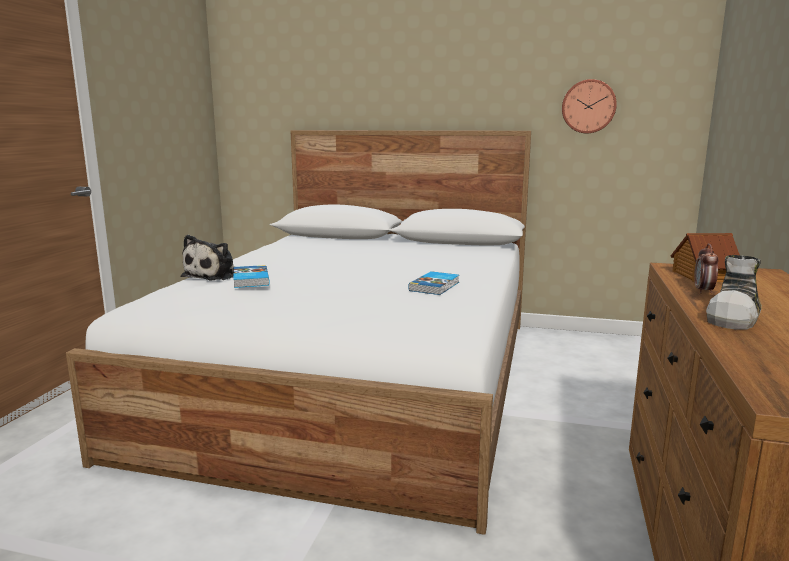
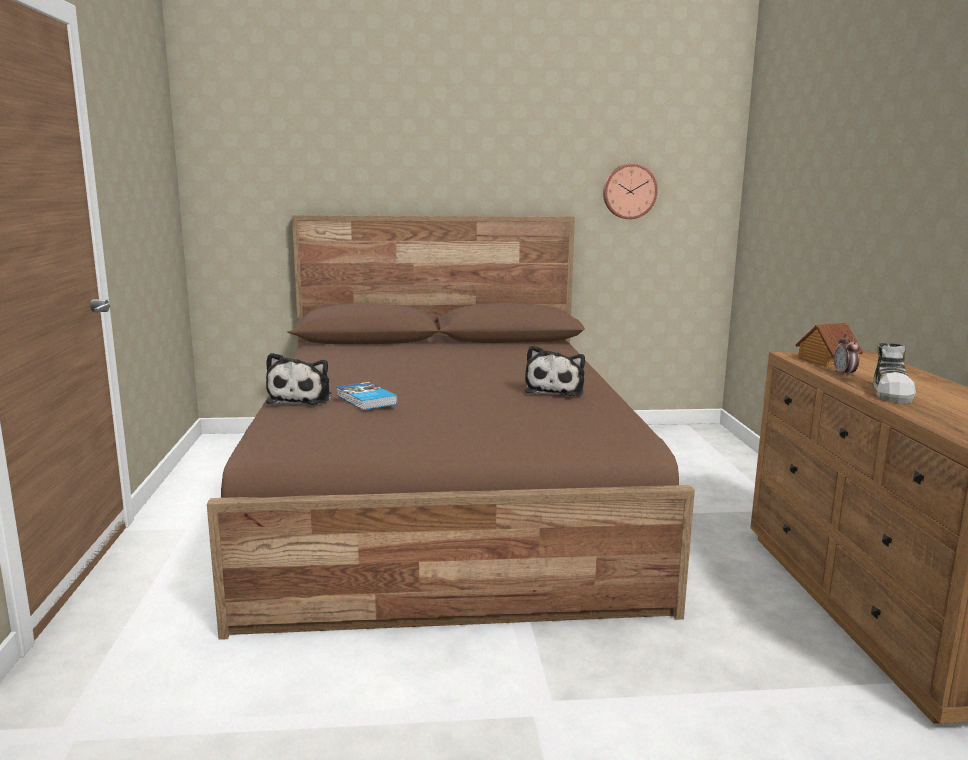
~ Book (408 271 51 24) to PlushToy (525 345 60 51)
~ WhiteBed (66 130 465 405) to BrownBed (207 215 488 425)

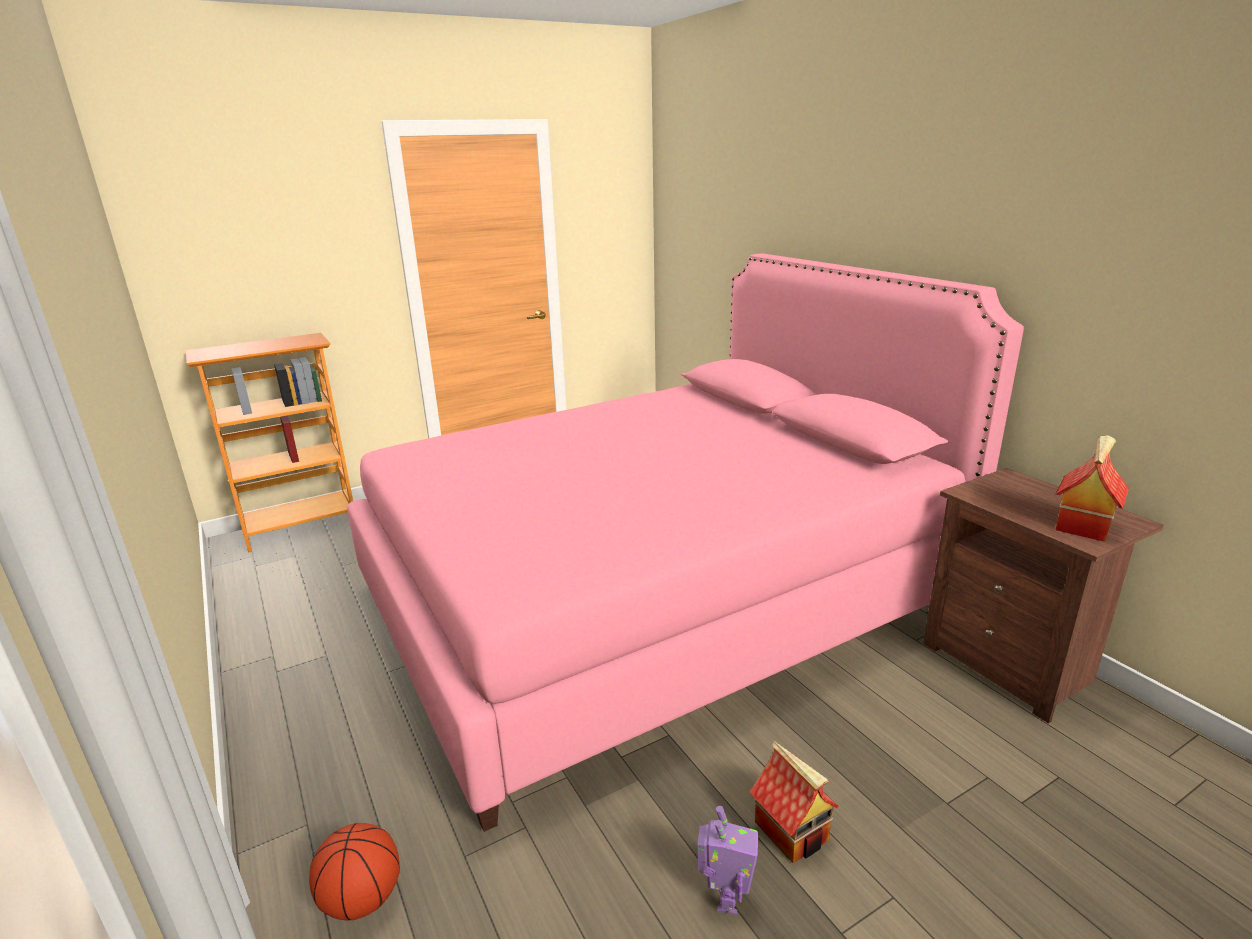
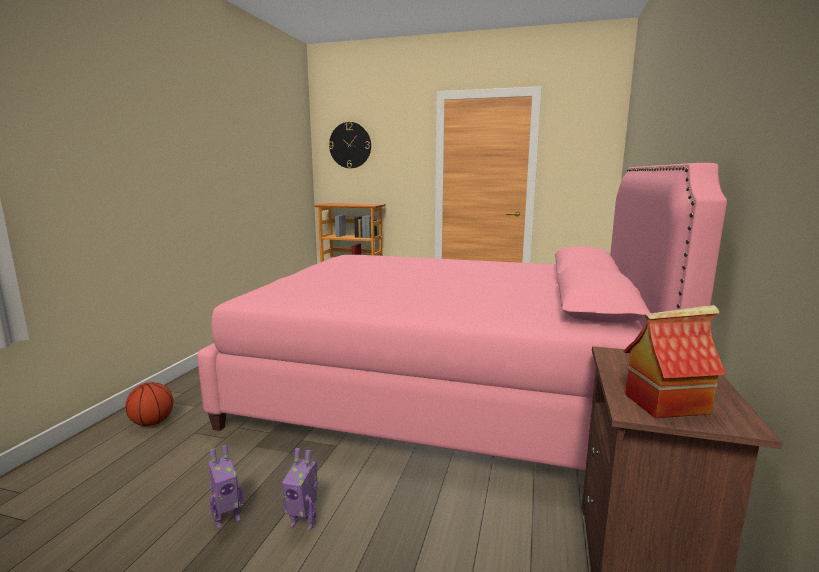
+ WallClock (329 122 42 46)
~ ToyHouse (749 741 90 122) to ToyRobot (282 448 36 83)

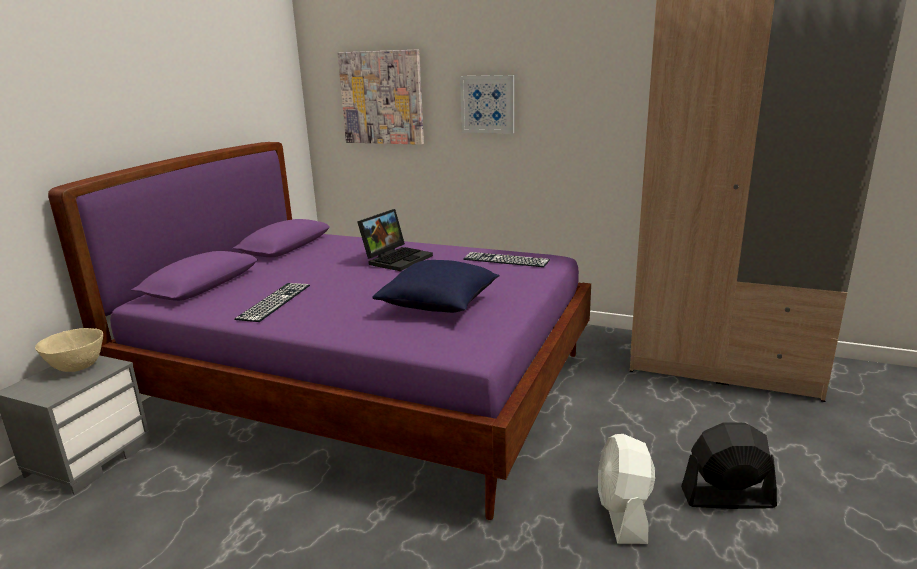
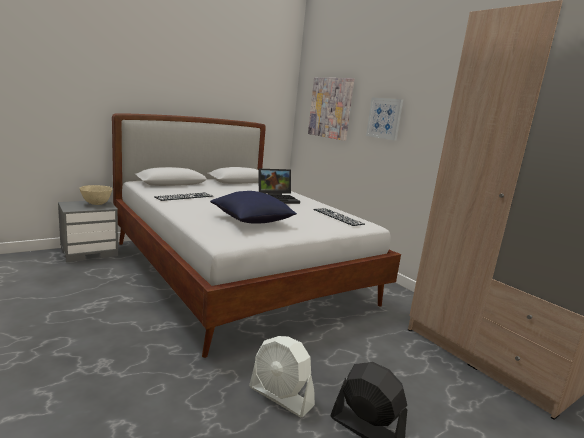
~ PurpleBed (48 142 543 378) to WhiteBed (112 113 289 245)
~ WhiteFan (598 434 57 110) = (249 336 66 81) 90 degrees counterclockwise

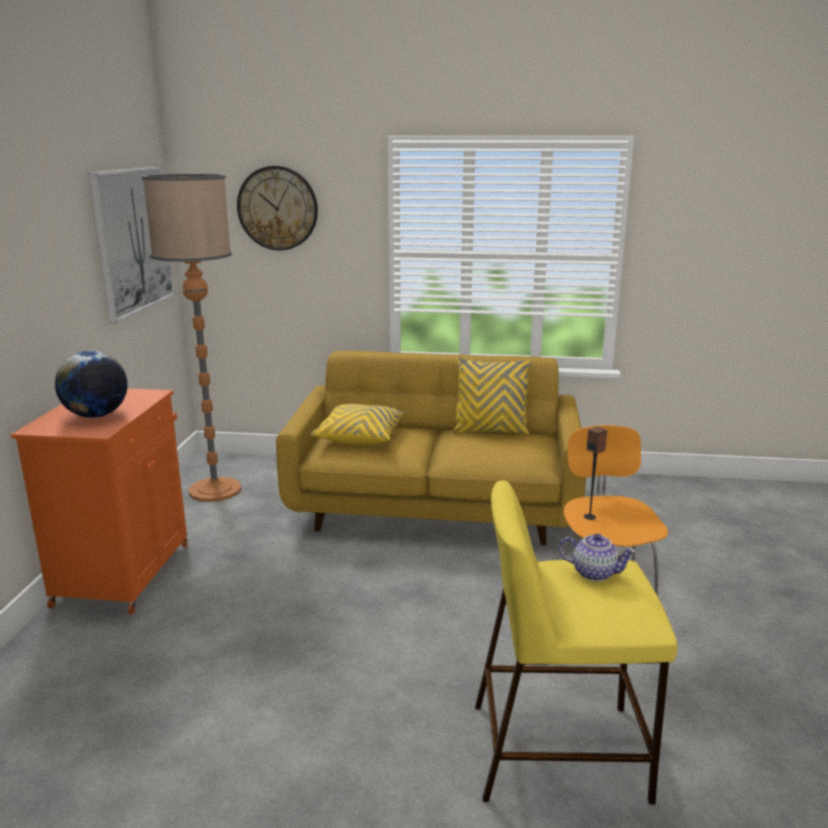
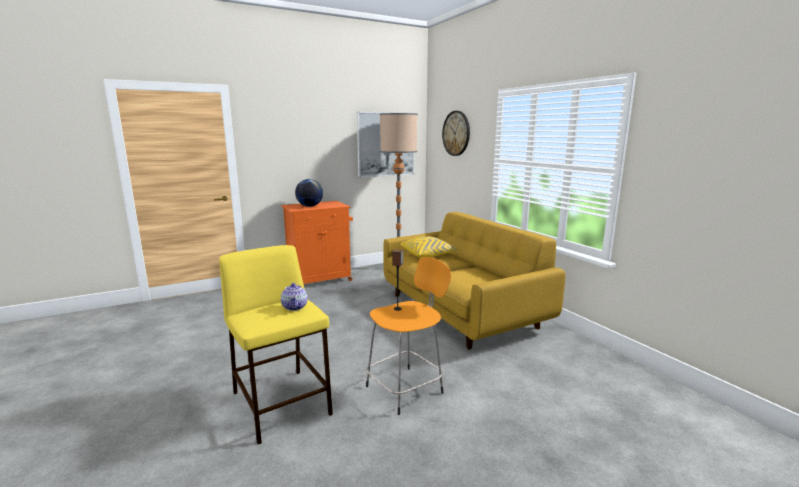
- YellowPillow (452 357 79 78)

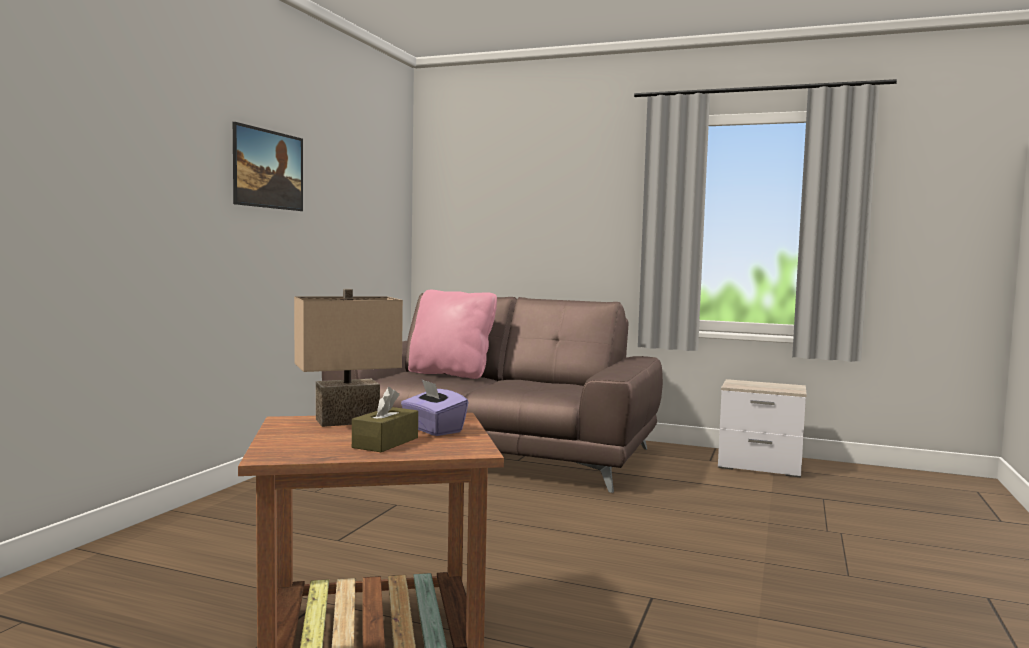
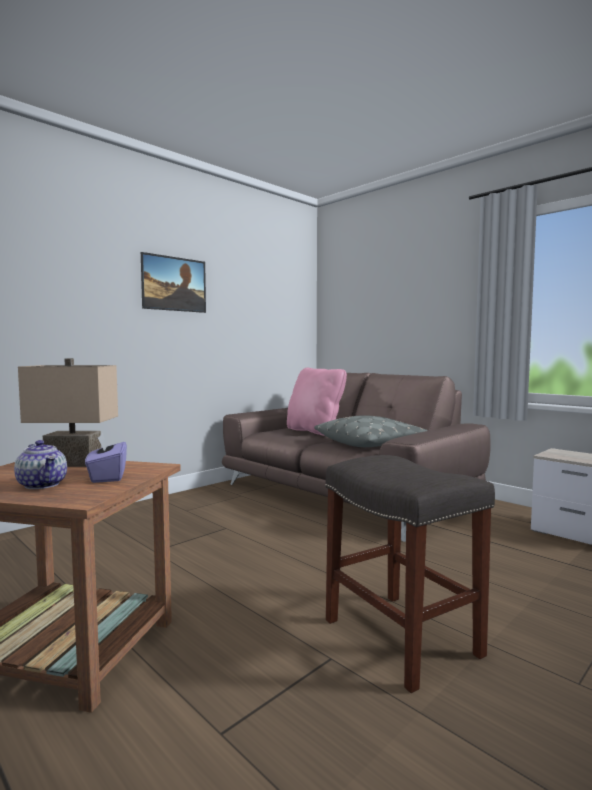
+ GreyPillow (314 416 114 31)
+ GreyStool (325 455 170 238)
~ BrownTissueBox (352 387 66 65) to Teapot (14 440 53 49)

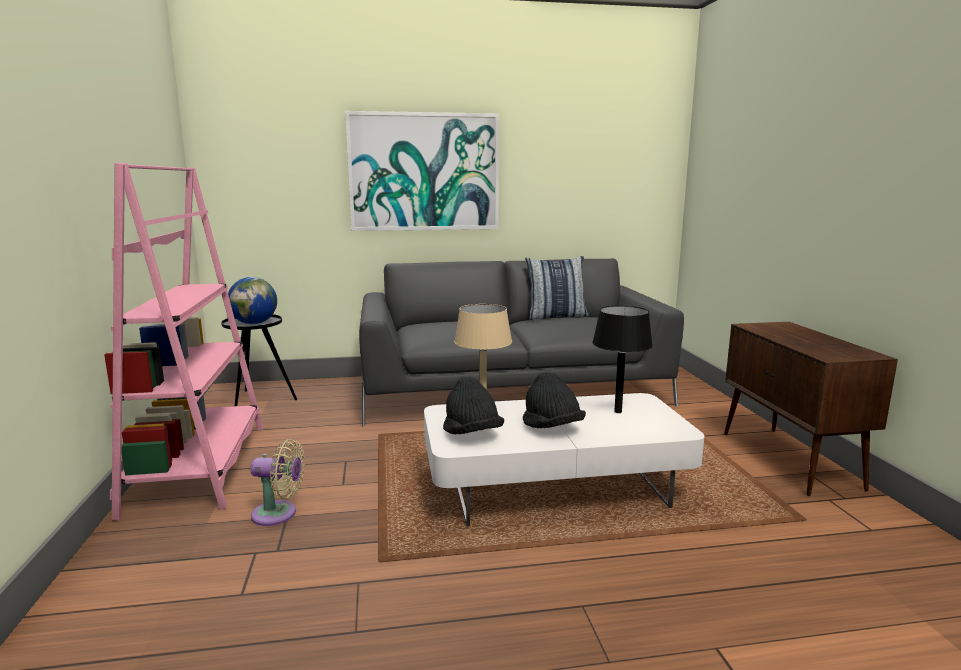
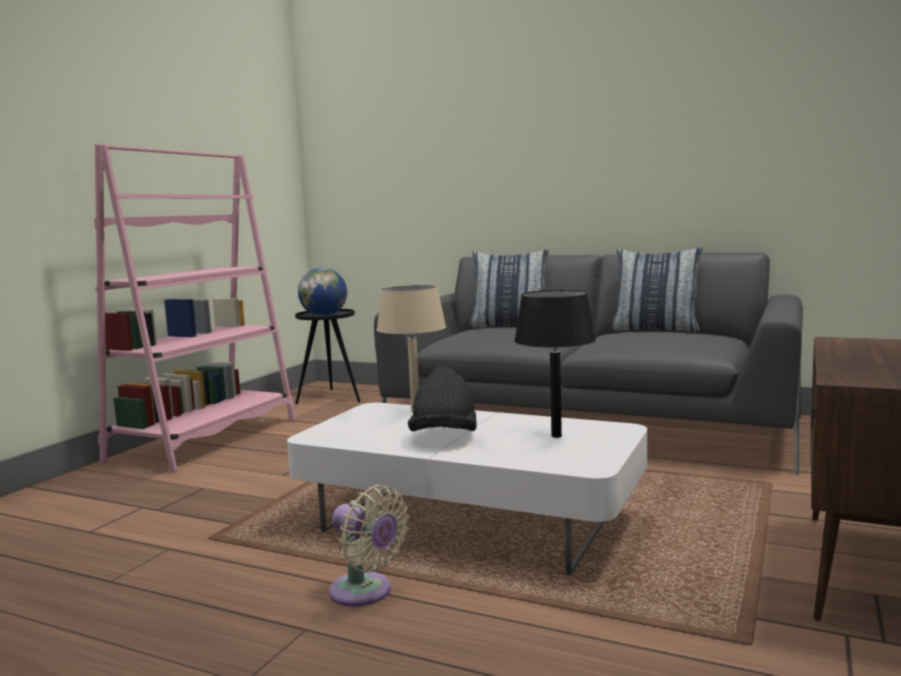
- Picture (345 111 154 120)
- BlackHat (443 377 61 57)
+ Pillow (470 249 79 79)
~ BeigeFan (250 439 55 87) to (329 485 80 122)

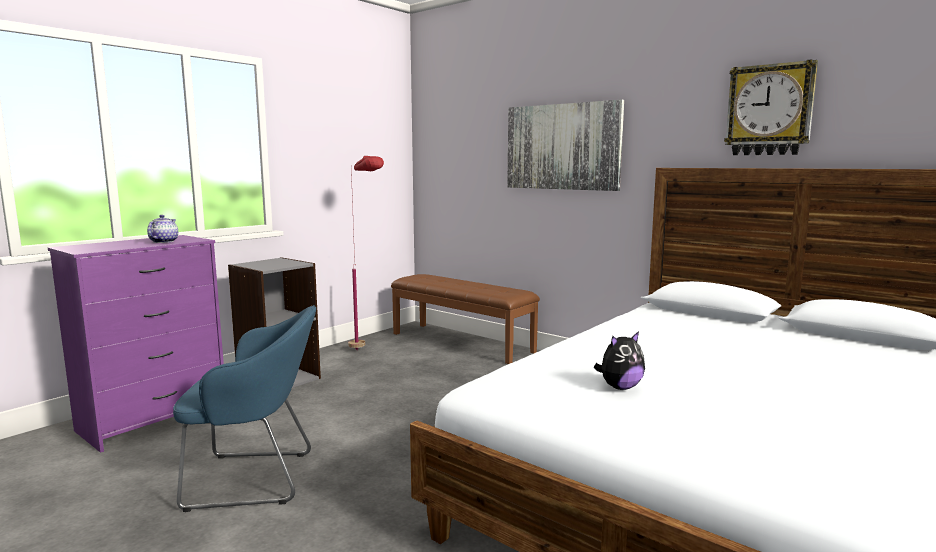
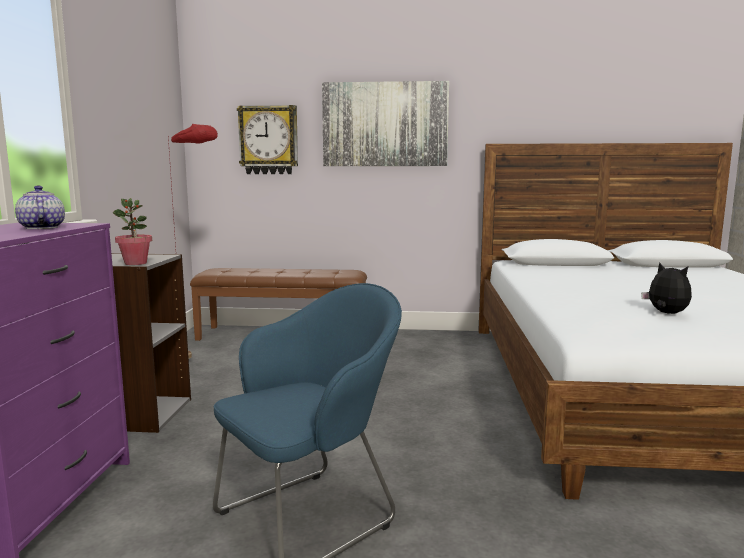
+ PottedPlant (113 198 39 67)
~ WallClock (724 59 94 96) to (237 105 61 69)
~ PlushToy (594 331 51 59) = (641 262 51 52) 60 degrees counterclockwise

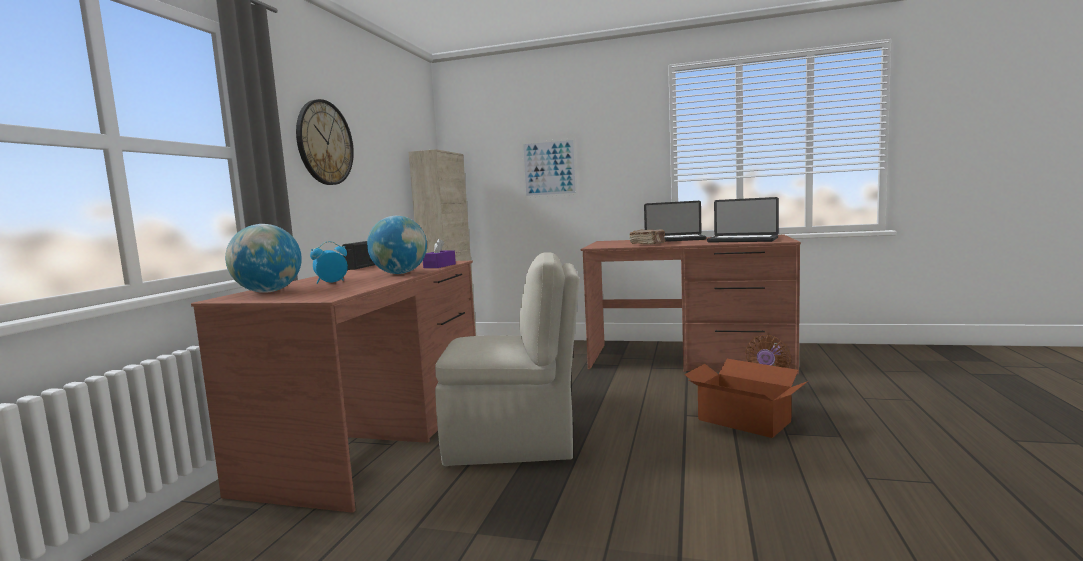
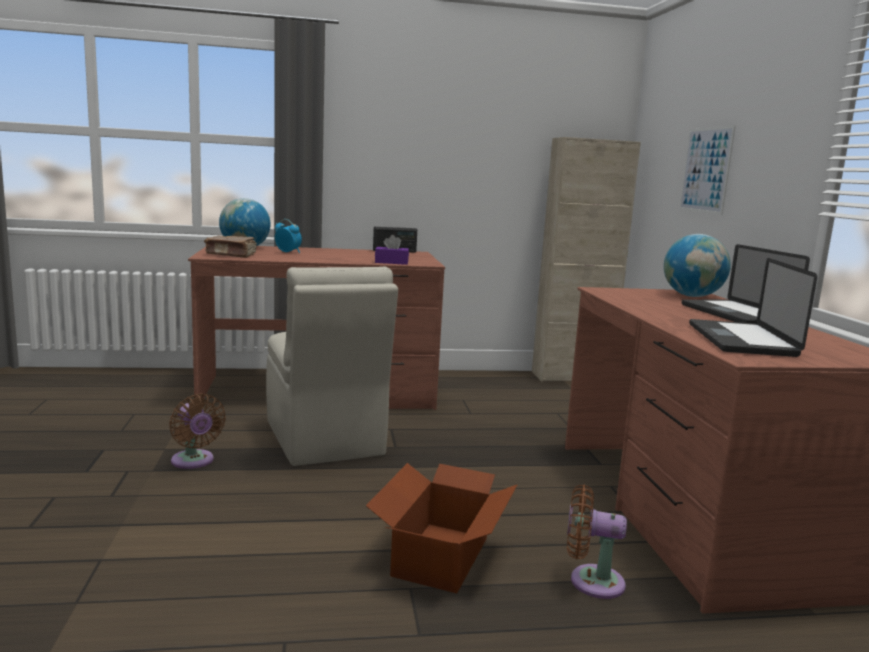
- WallClock (296 99 58 86)
+ BrownFan (169 393 57 76)
~ Globe (367 216 60 58) to (664 234 67 63)
~ BrownBook (629 229 37 16) to (204 236 53 22)

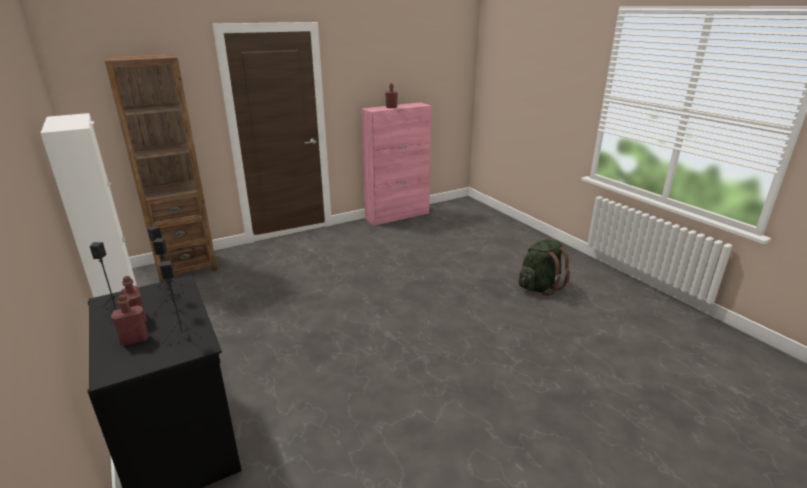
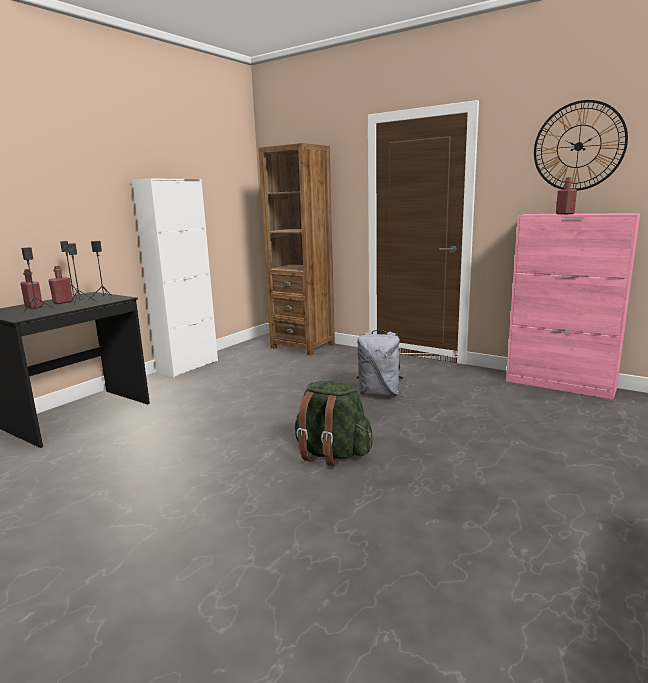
+ GreyBackpack (357 330 46 66)
+ WallClock (534 100 94 91)
~ GreenBackpack (519 240 51 56) to (295 381 78 85)

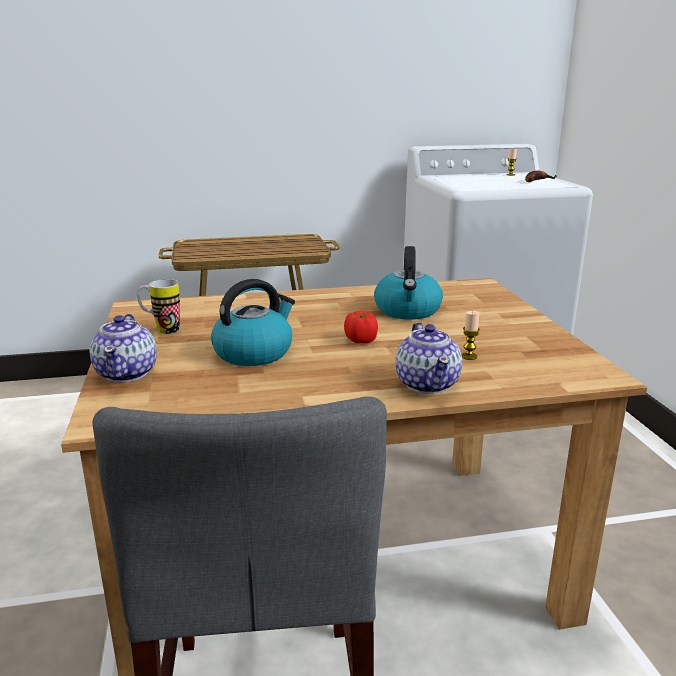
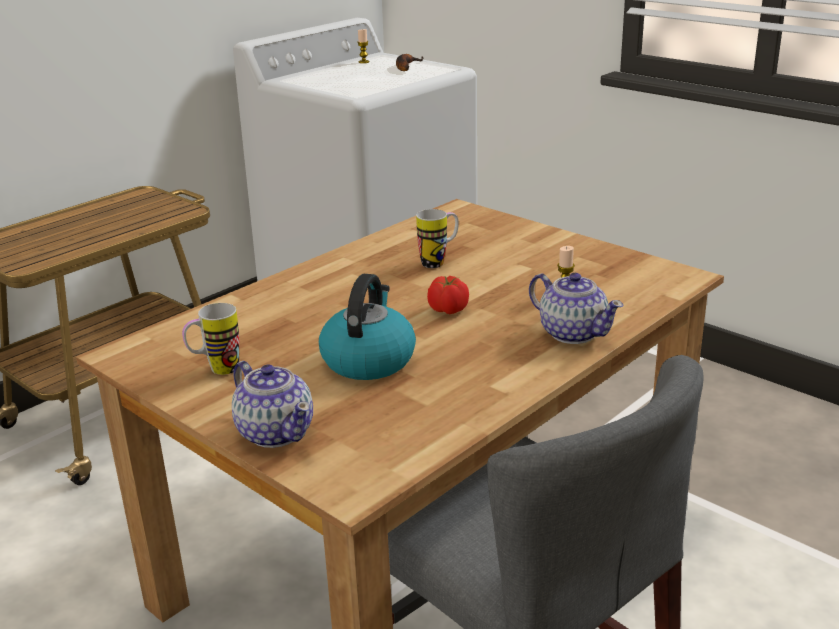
~ Kettle (374 246 69 74) to Mug (416 209 43 59)

